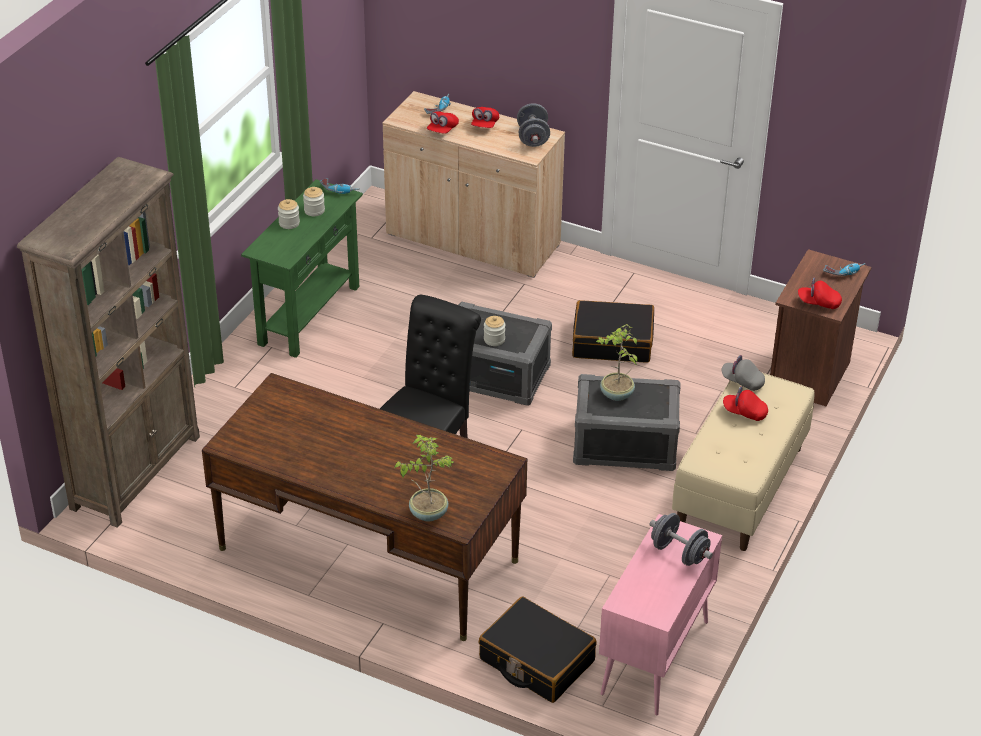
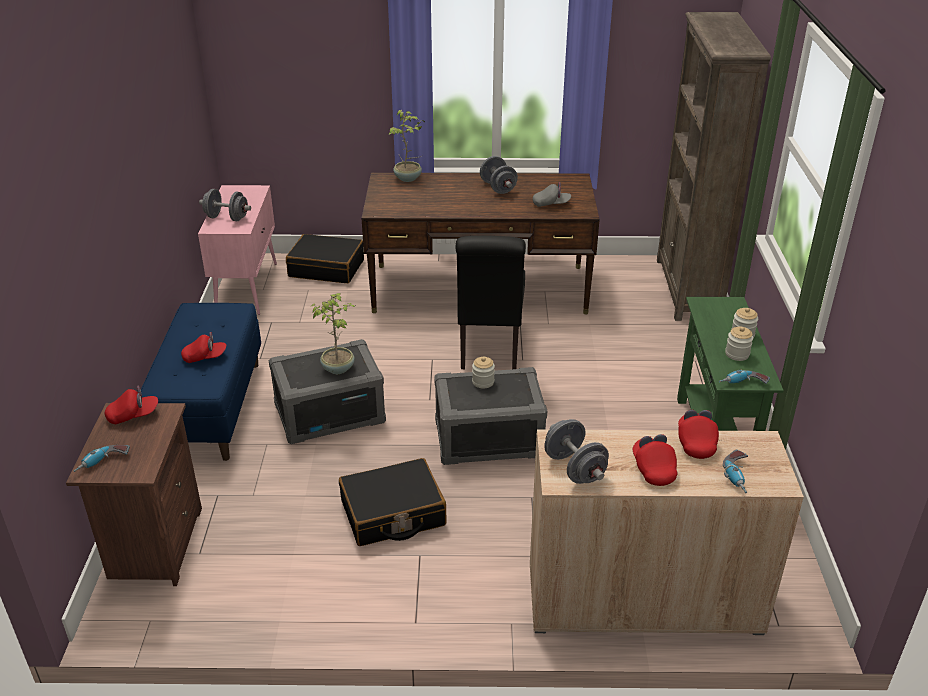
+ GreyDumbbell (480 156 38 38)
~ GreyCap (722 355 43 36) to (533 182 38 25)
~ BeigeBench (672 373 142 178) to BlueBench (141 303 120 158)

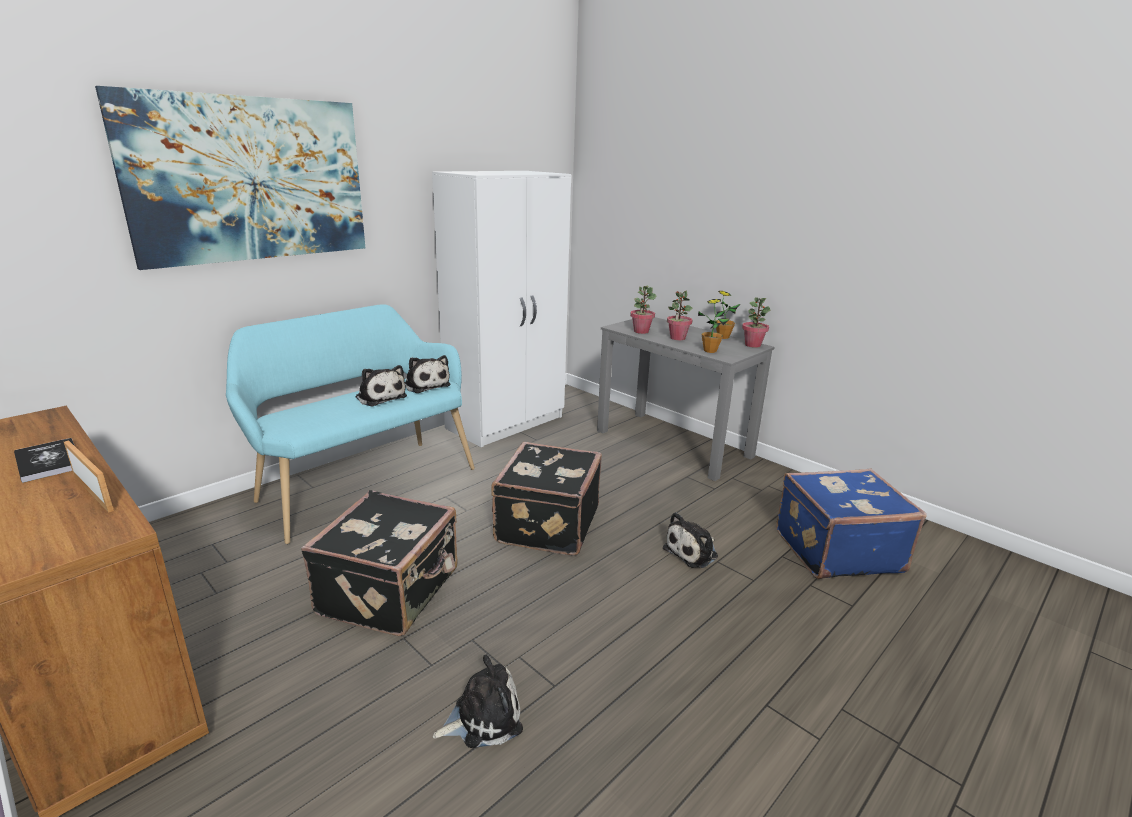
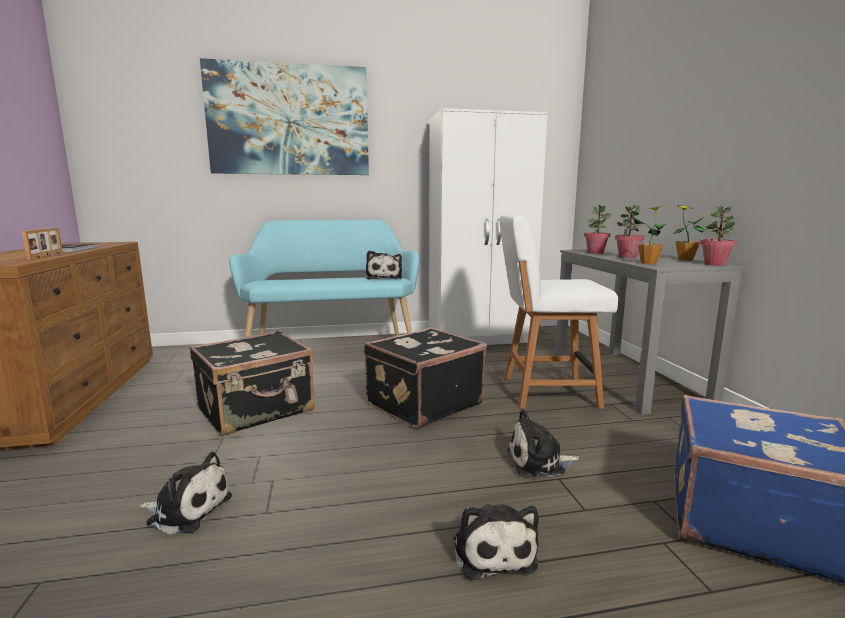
+ WhiteChair (500 214 118 195)
~ PlushToy (356 365 51 41) to (453 504 86 76)

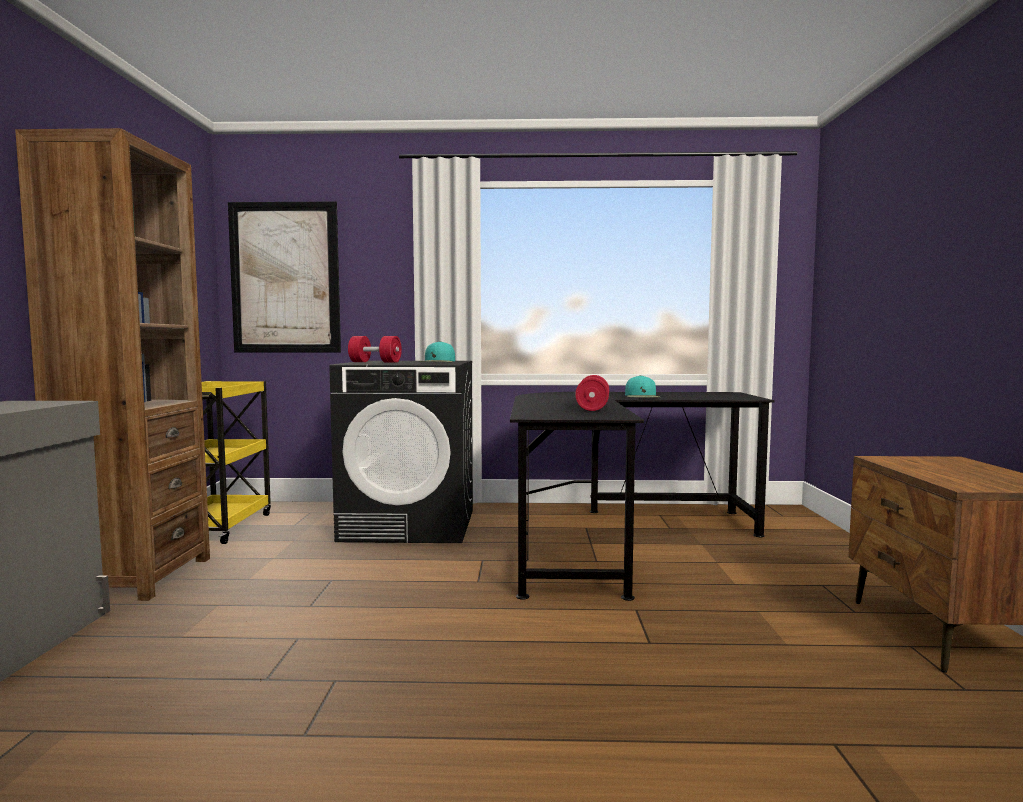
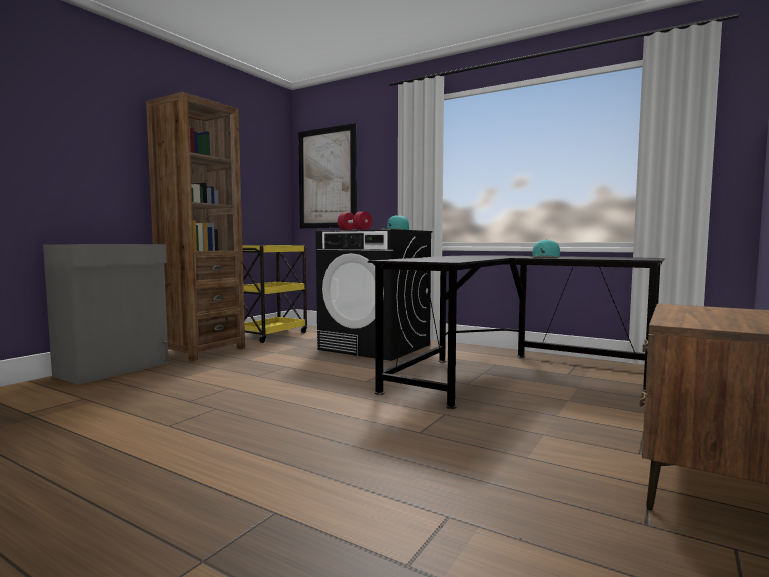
- RedDumbbell (575 375 34 36)

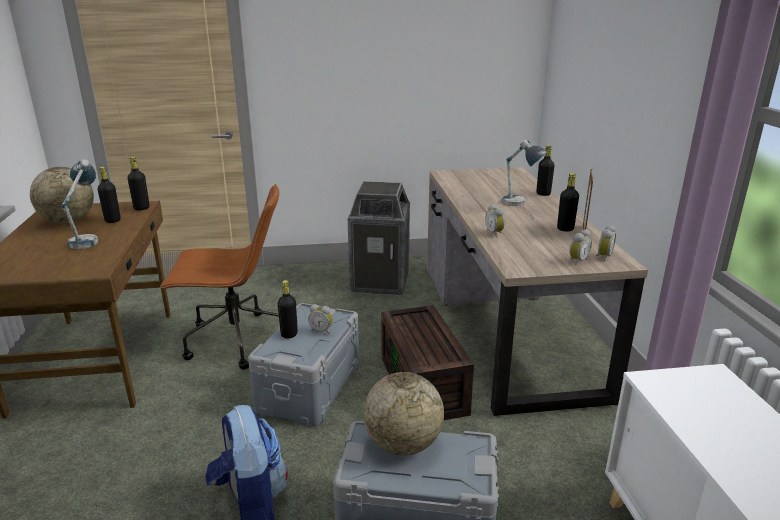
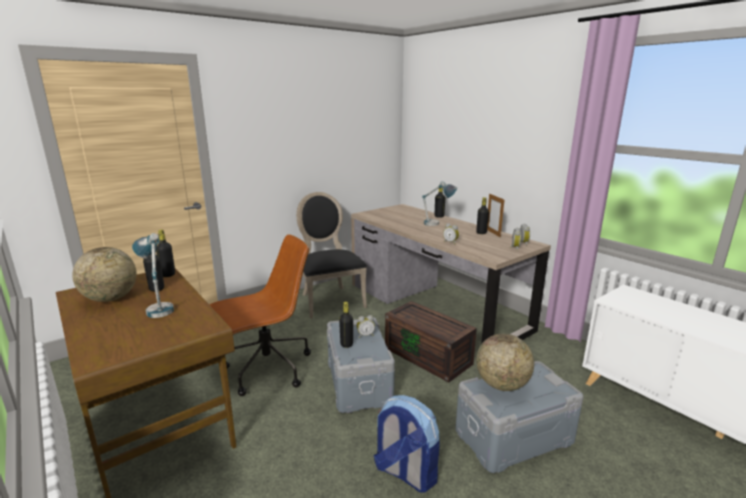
~ TrashCan (348 181 62 114) to BlackChair (296 192 71 127)

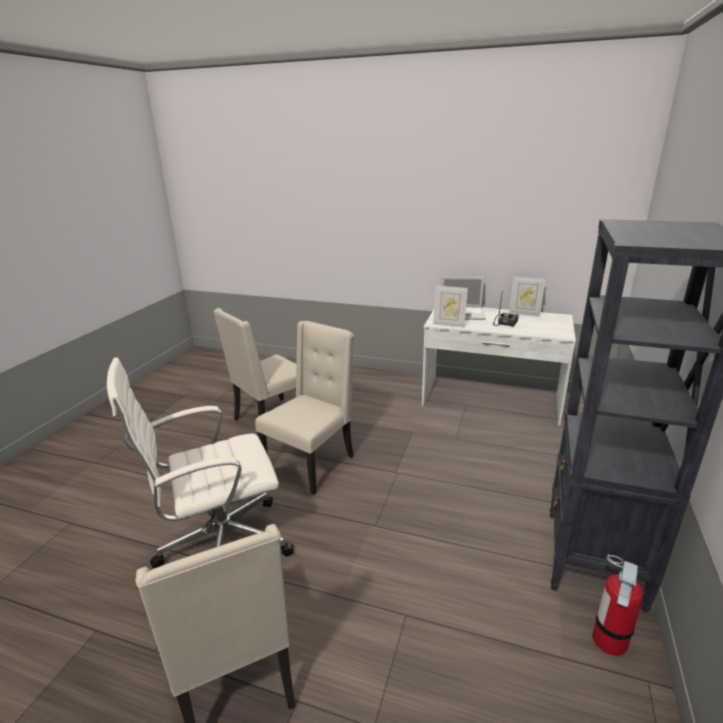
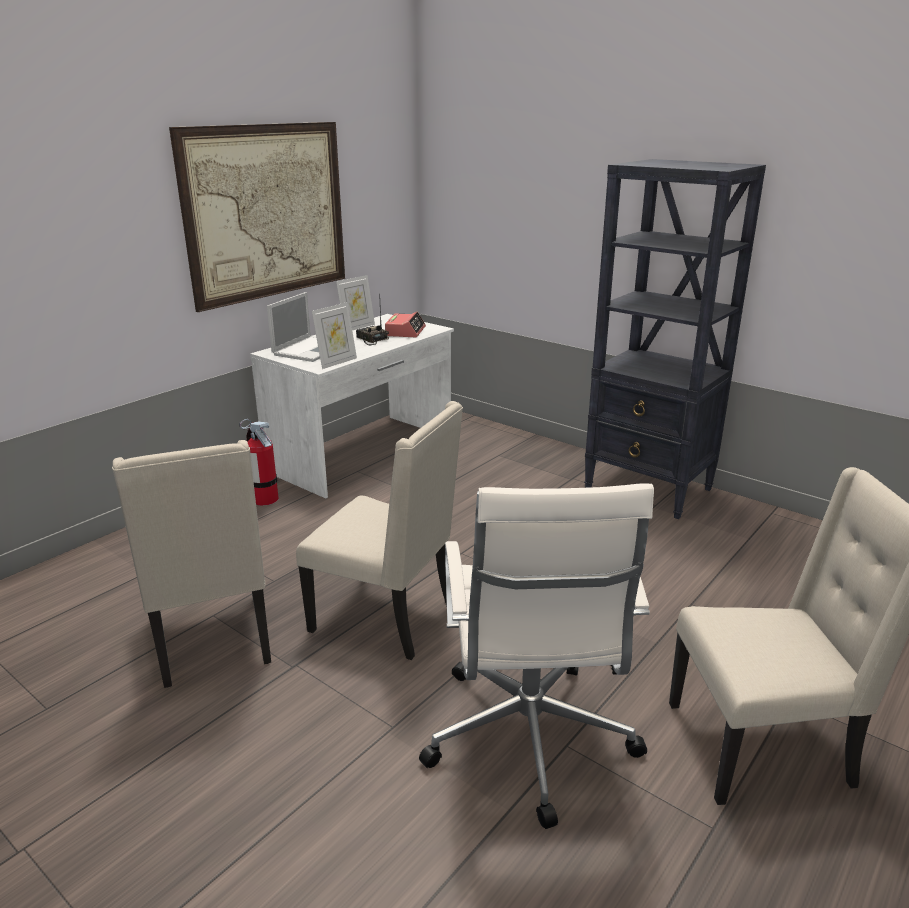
+ Picture (169 122 176 190)
+ AlarmClock (385 311 41 26)
~ FireExtinguisher (592 554 52 102) to (239 419 40 87)
~ BeigeChair (255 321 99 174) = (296 401 167 259) 150 degrees clockwise

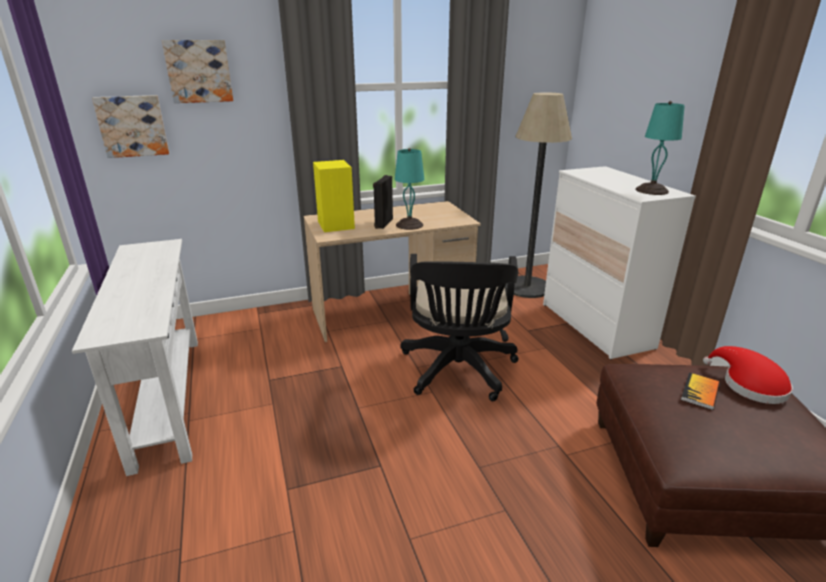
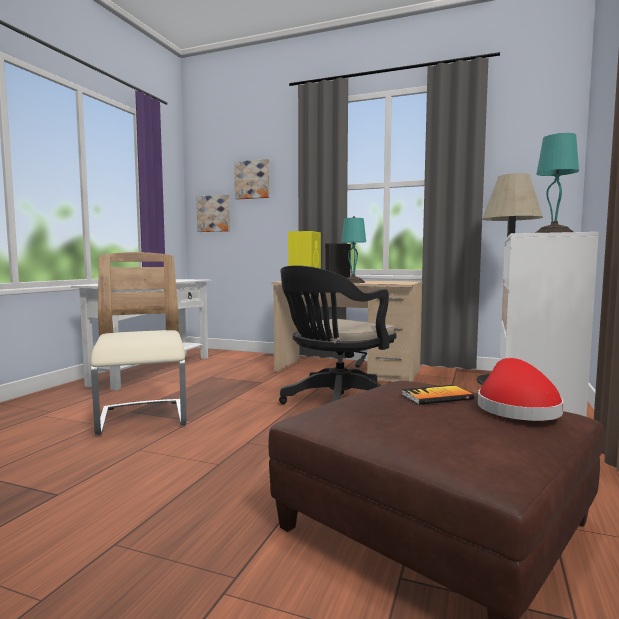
+ BeigeChair (90 252 97 183)

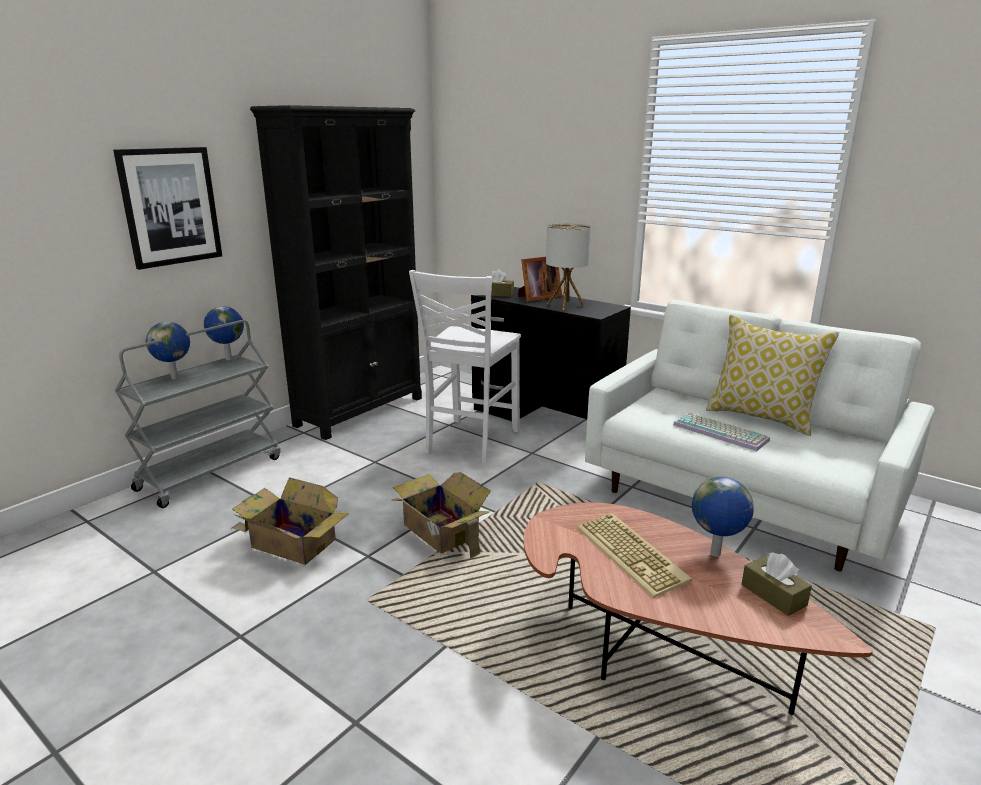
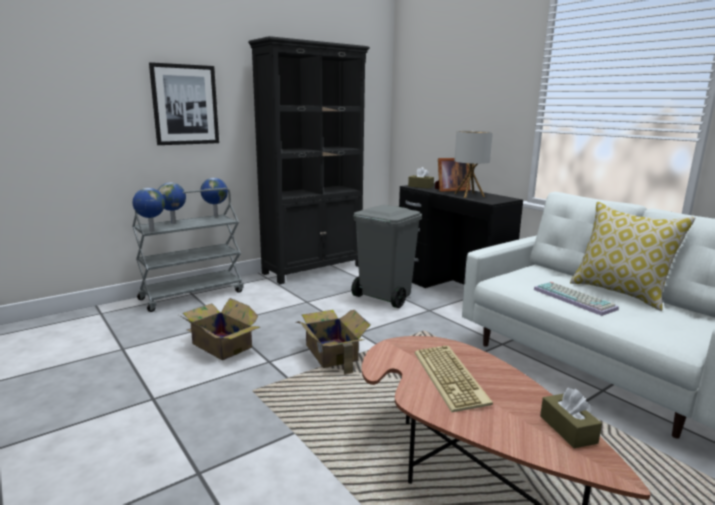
~ Globe (692 477 62 80) to (133 188 32 44)
~ WhiteChair (409 270 112 194) to GreyTrashCan (351 205 71 103)

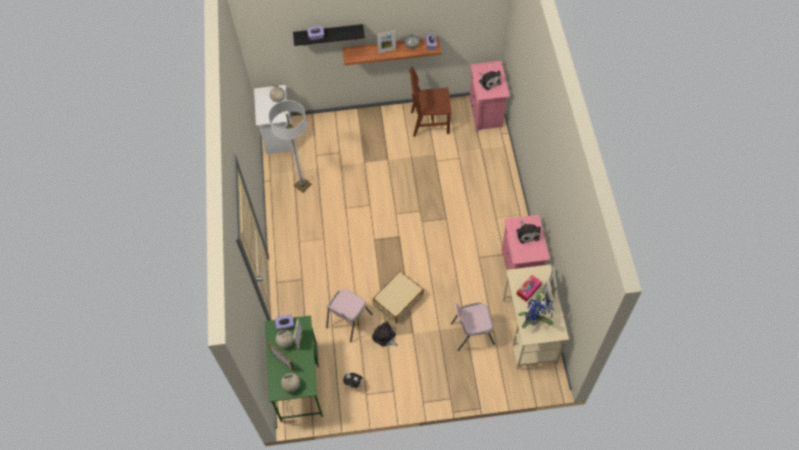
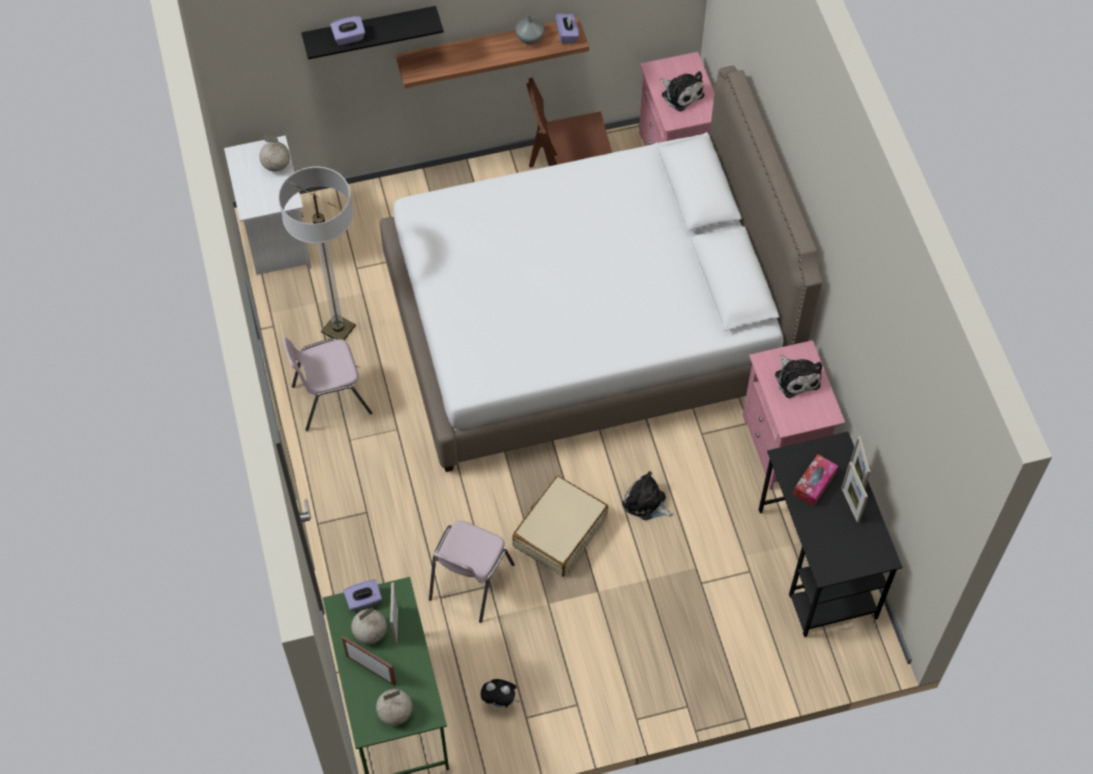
- PictureFrame (377 30 19 24)
- PottedPlant (518 286 36 42)
+ WhiteBed (380 66 442 406)
~ PlushToy (372 321 26 26) to (622 471 52 49)
~ PinkChair (451 303 44 48) to (282 338 90 93)
~ BeigeDesk (503 264 66 106) to BlackDesk (759 432 143 205)

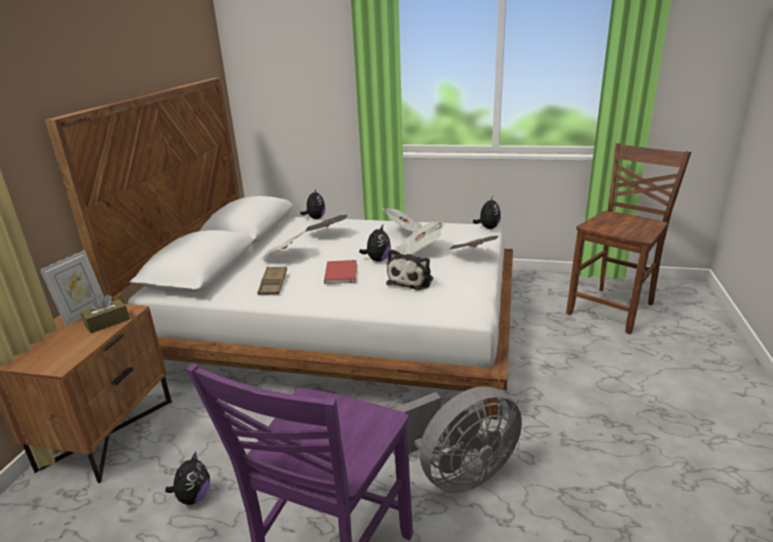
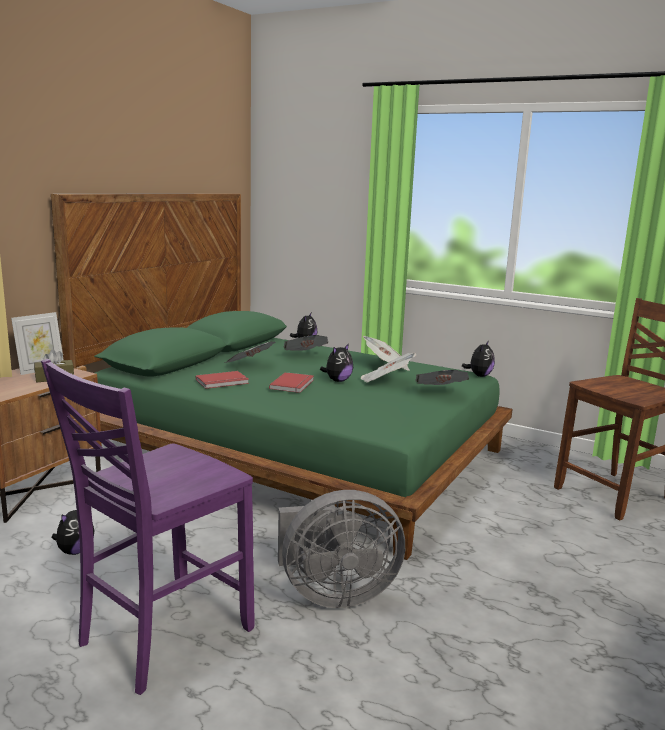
- PlushToy (386 249 47 41)
~ BrownTray (257 266 30 29) to RedBook (196 371 53 18)
~ WhiteBed (44 78 469 342) to GreenBed (51 193 462 367)

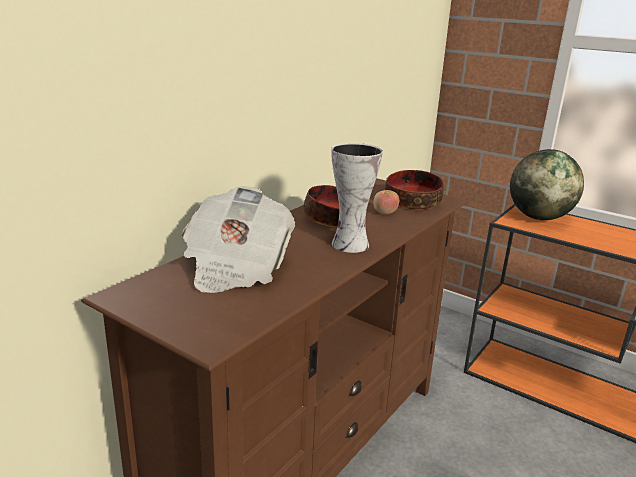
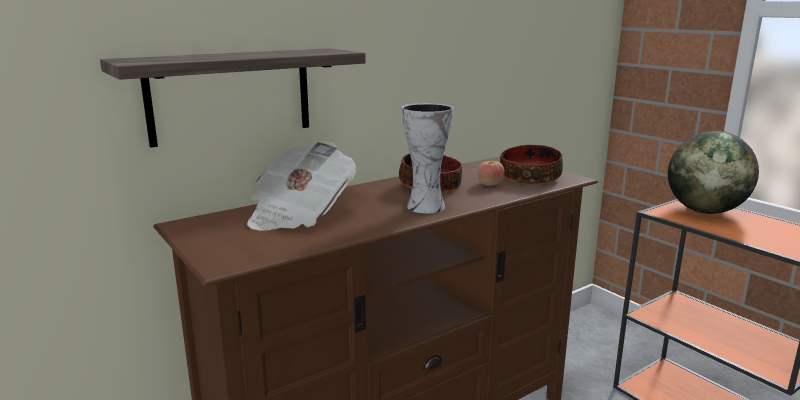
+ Shelf (100 48 266 100)

